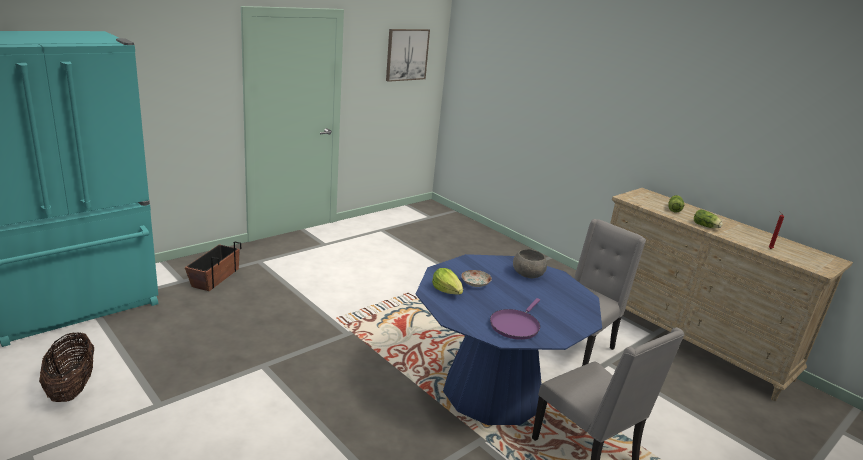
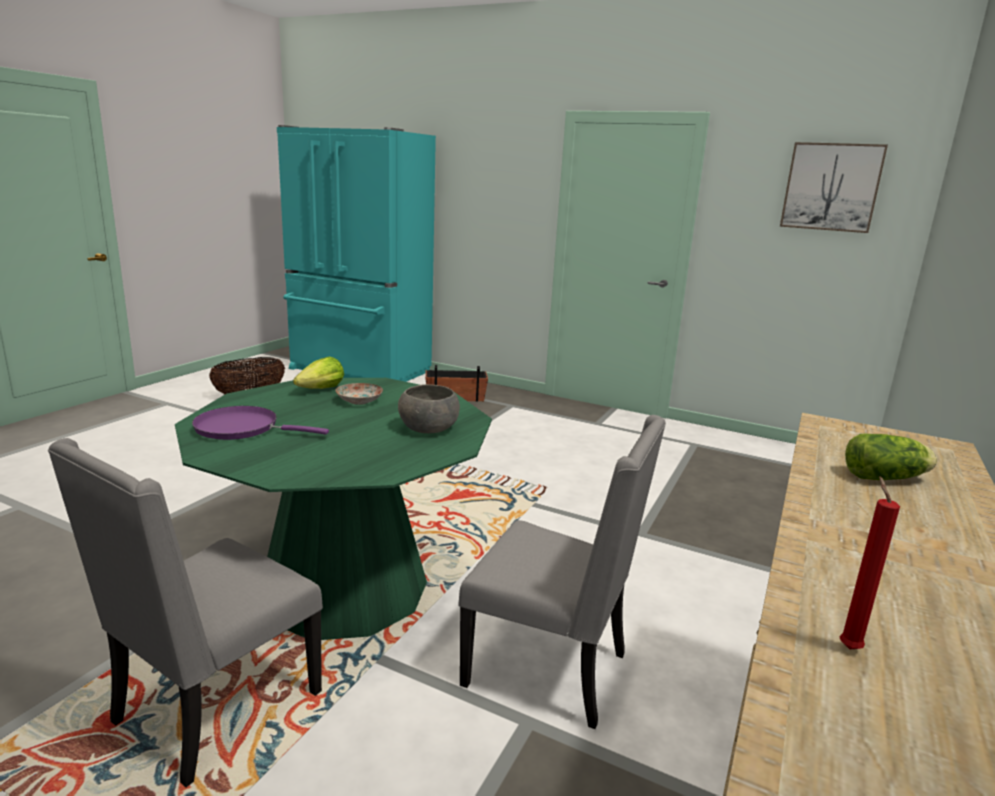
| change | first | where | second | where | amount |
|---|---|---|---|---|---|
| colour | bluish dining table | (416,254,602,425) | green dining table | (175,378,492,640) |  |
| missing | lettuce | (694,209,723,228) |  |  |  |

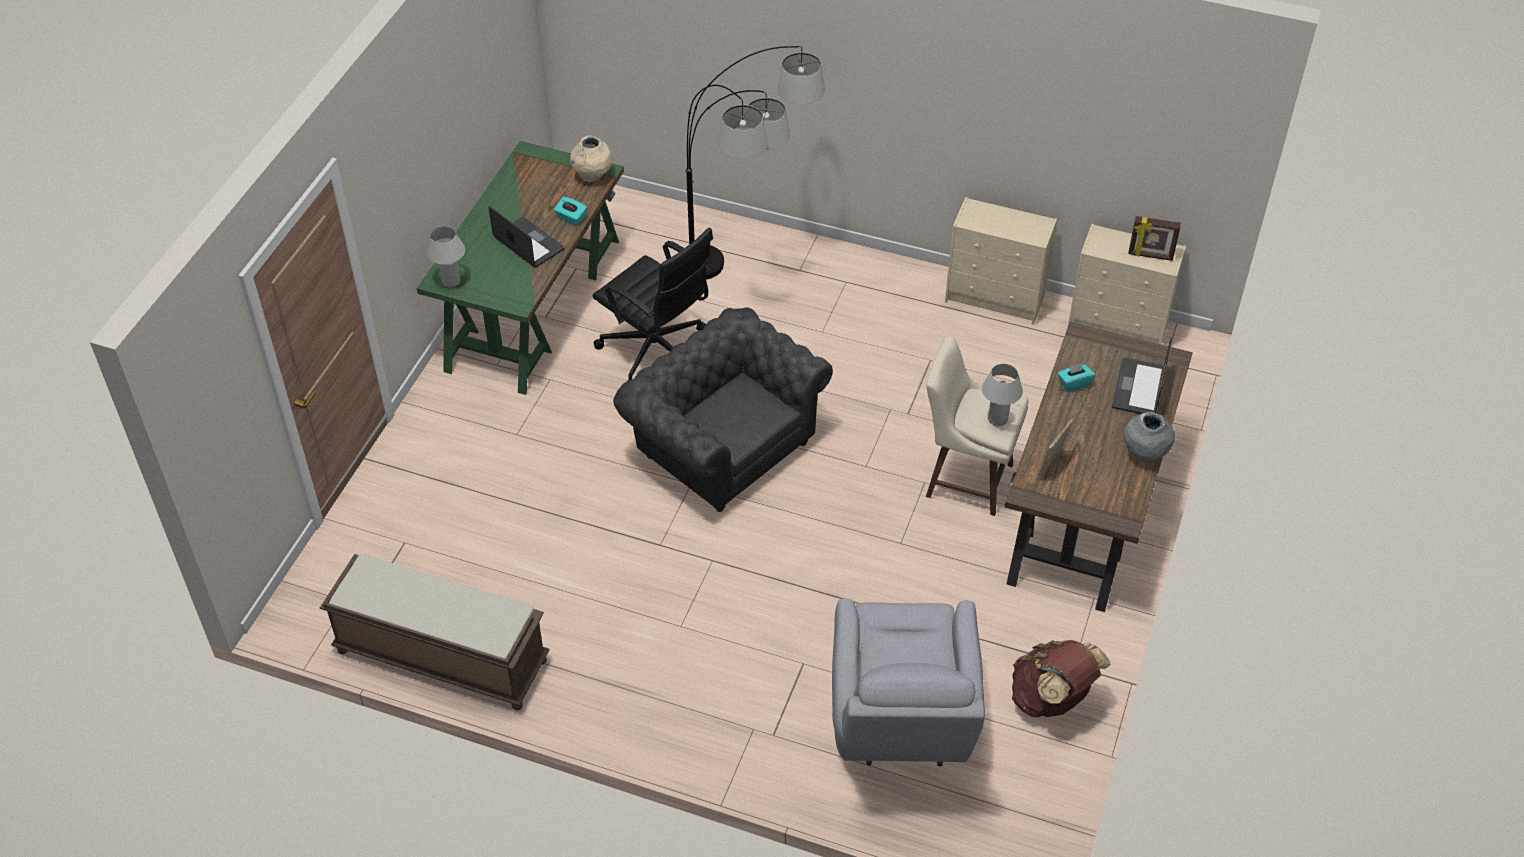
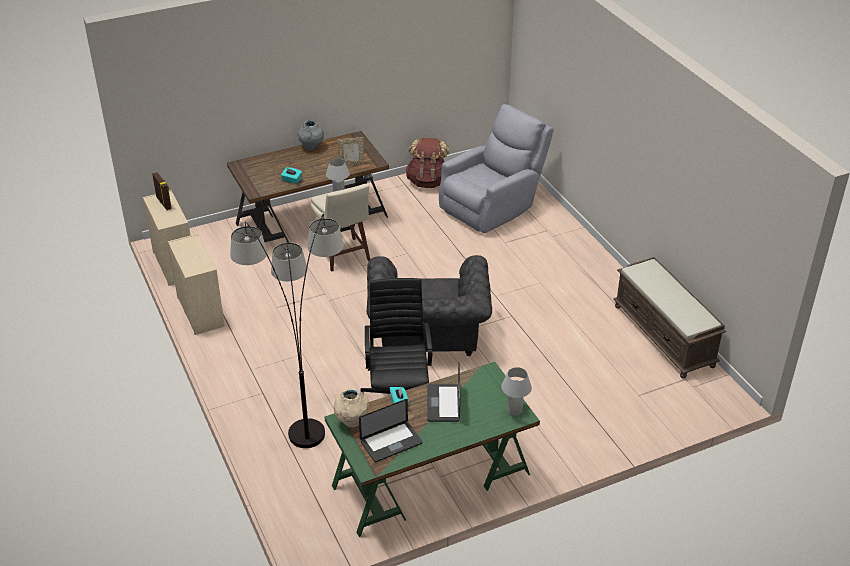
| change | first | where | second | where | amount |
|---|---|---|---|---|---|
| relocated | laptop | (1112,337,1172,414) |  | (359,399,423,462) |  |

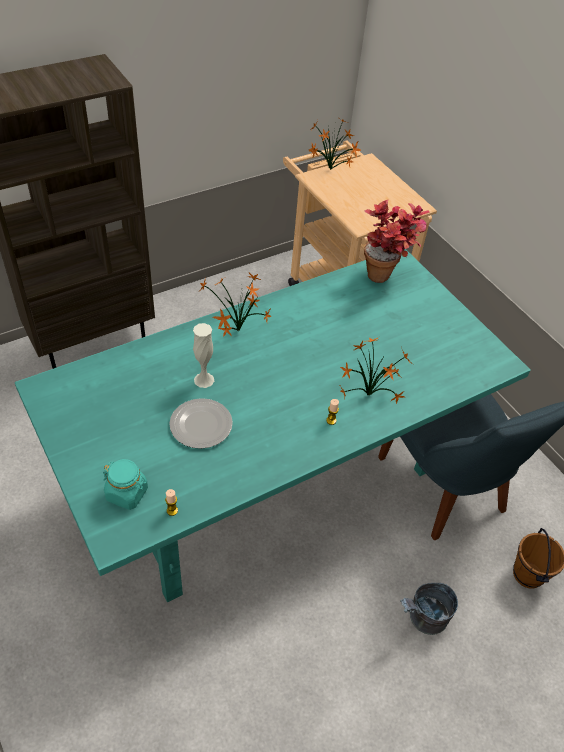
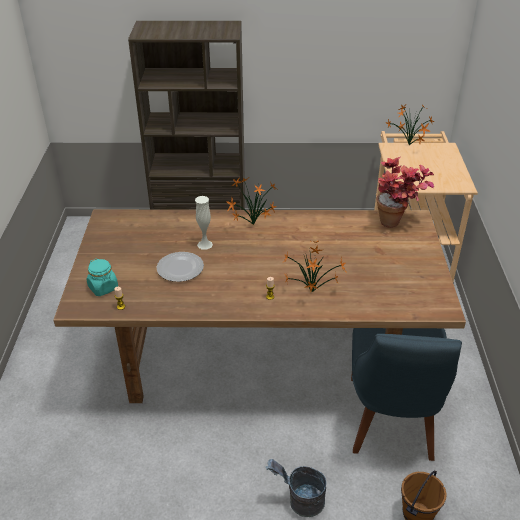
| change | first | where | second | where | amount |
|---|---|---|---|---|---|
| colour | blue-green dining table | (15,249,531,603) | brown dining table | (53,210,466,403) |  |

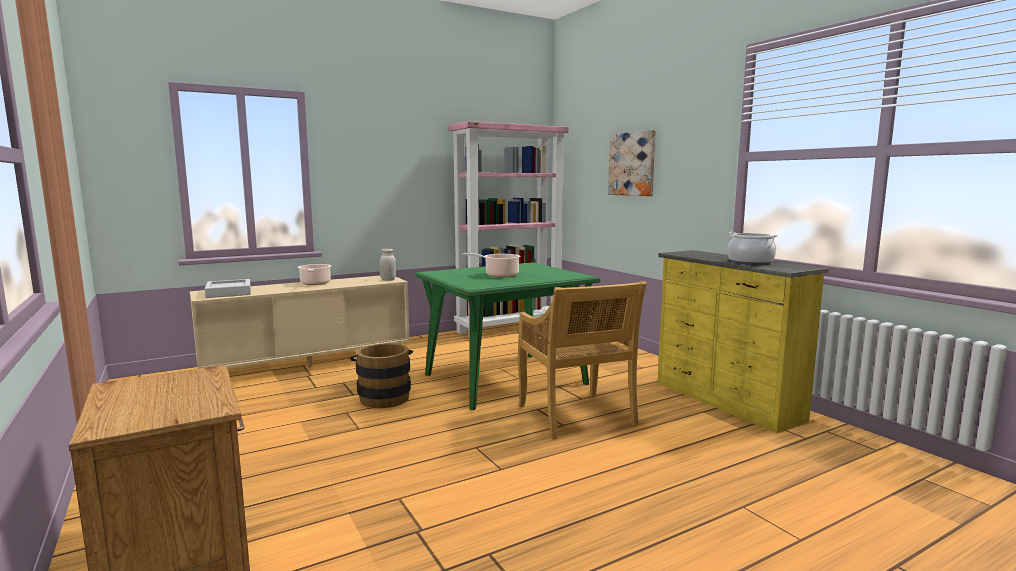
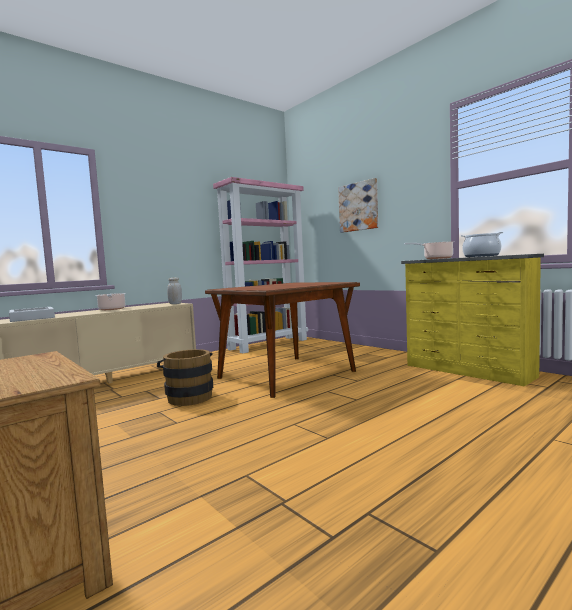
| change | first | where | second | where | amount |
|---|---|---|---|---|---|
| colour | green dining table | (415,262,600,410) | brown dining table | (205,282,360,398) |  |
| relocated | stockpot | (463,253,521,277) |  | (404,241,453,259) |  |
| missing | sand-coloured upright chair | (518,281,647,440) |  |  |  |

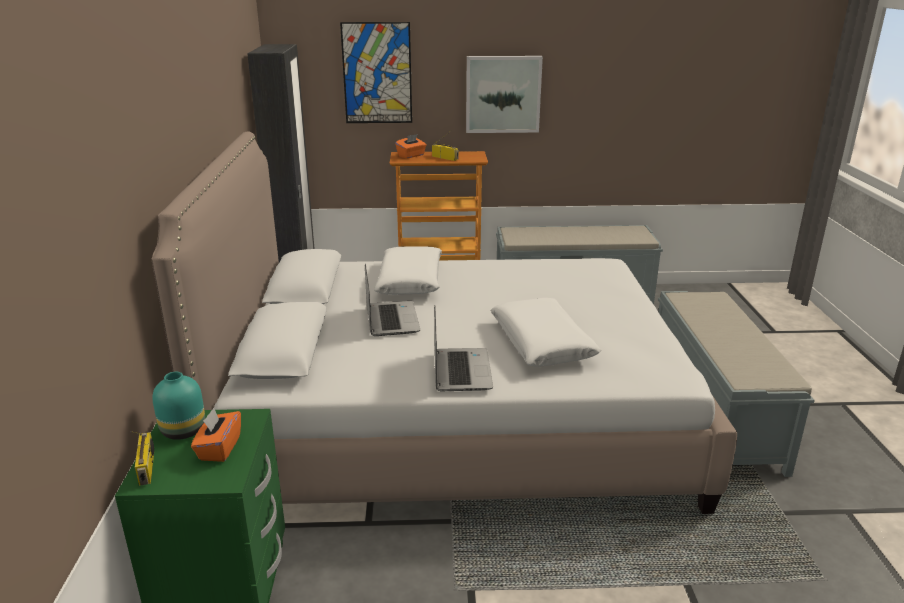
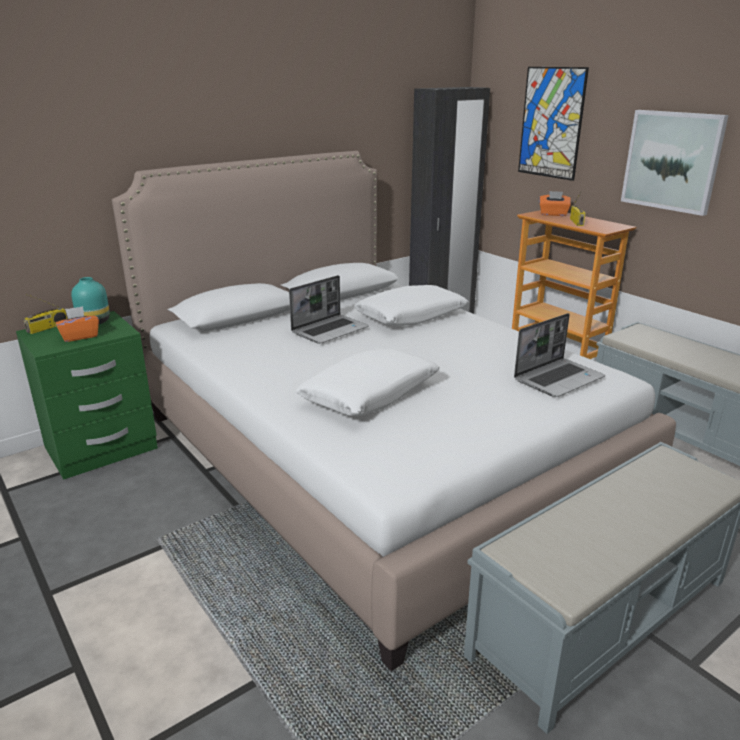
| change | first | where | second | where | amount |
|---|---|---|---|---|---|
| relocated | laptop | (434,306,493,391) |  | (514,313,605,397) |  |

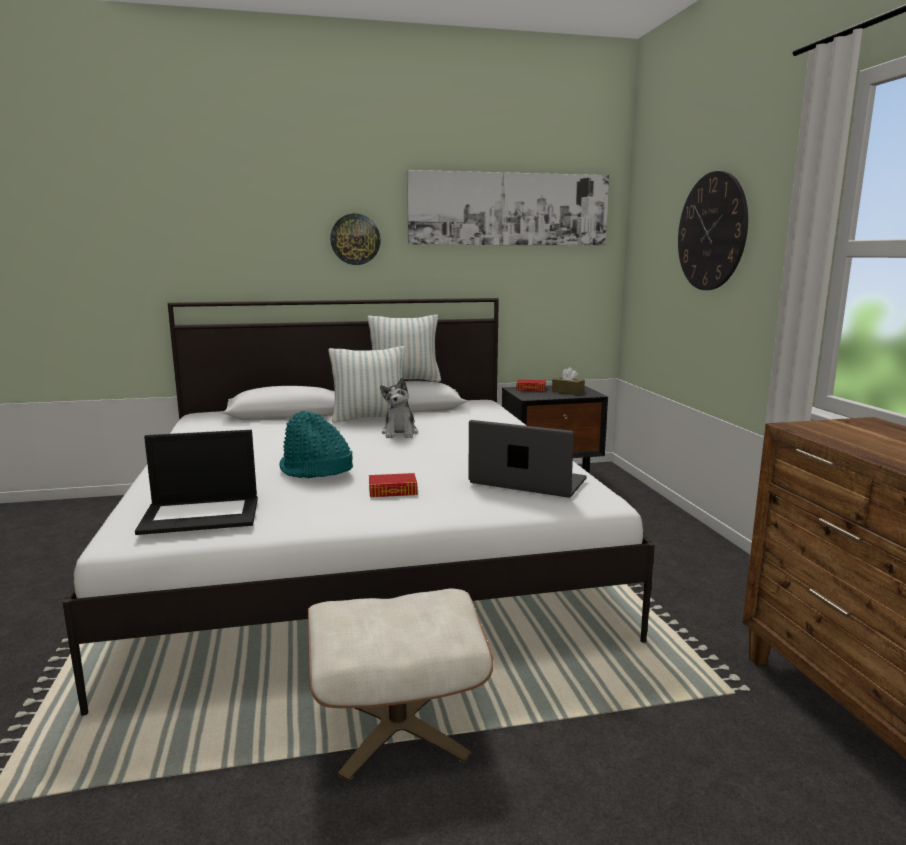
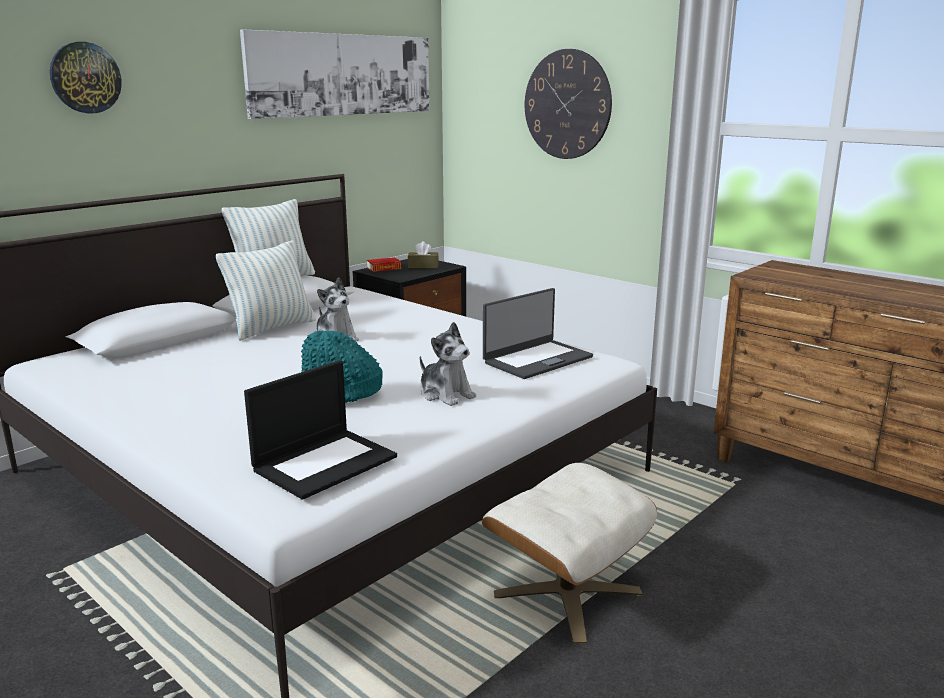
| change | first | where | second | where | amount |
|---|---|---|---|---|---|
| relocated | hanging clock | (330,214,381,265) |  | (50,42,122,114) |  |
| exchanged | volume | (369,473,417,497) | soft toy | (420,322,476,406) |  |
| spun | laptop | (468,420,587,498) |  | (483,288,593,379) | 150 degrees clockwise |

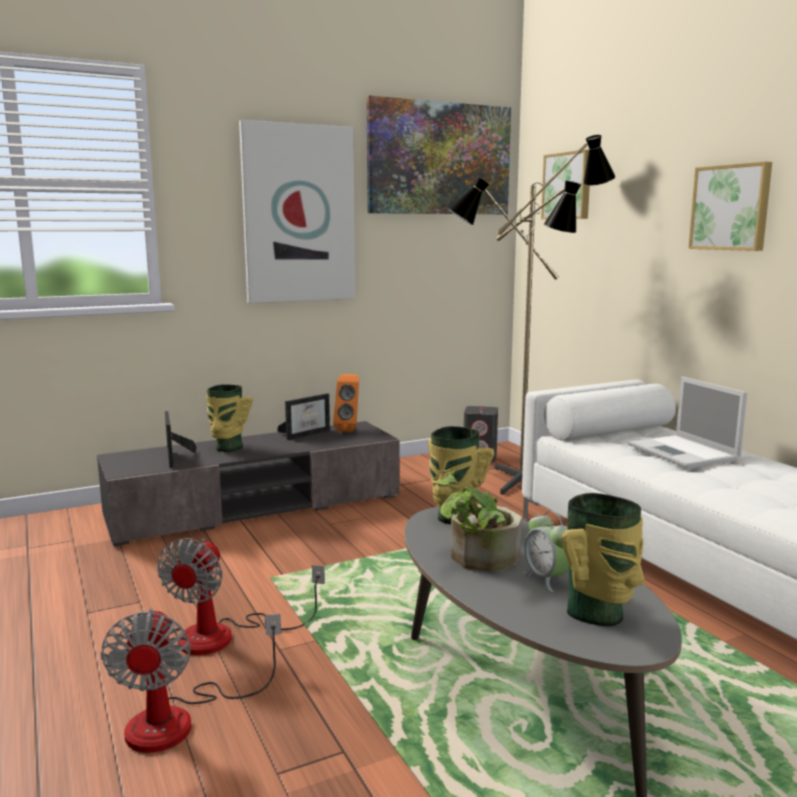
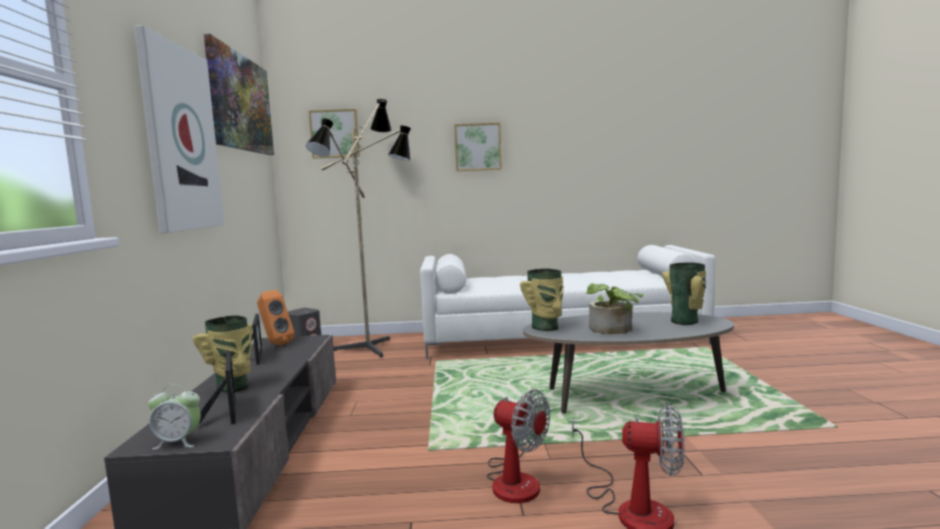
| change | first | where | second | where | amount |
|---|---|---|---|---|---|
| relocated | bedside clock | (522,511,569,592) |  | (148,384,201,449) |  |
| spun | standing frame | (165,411,197,468) |  | (199,351,236,424) | 120 degrees counterclockwise |
| missing | laptop | (628,376,747,468) |  |  |  |

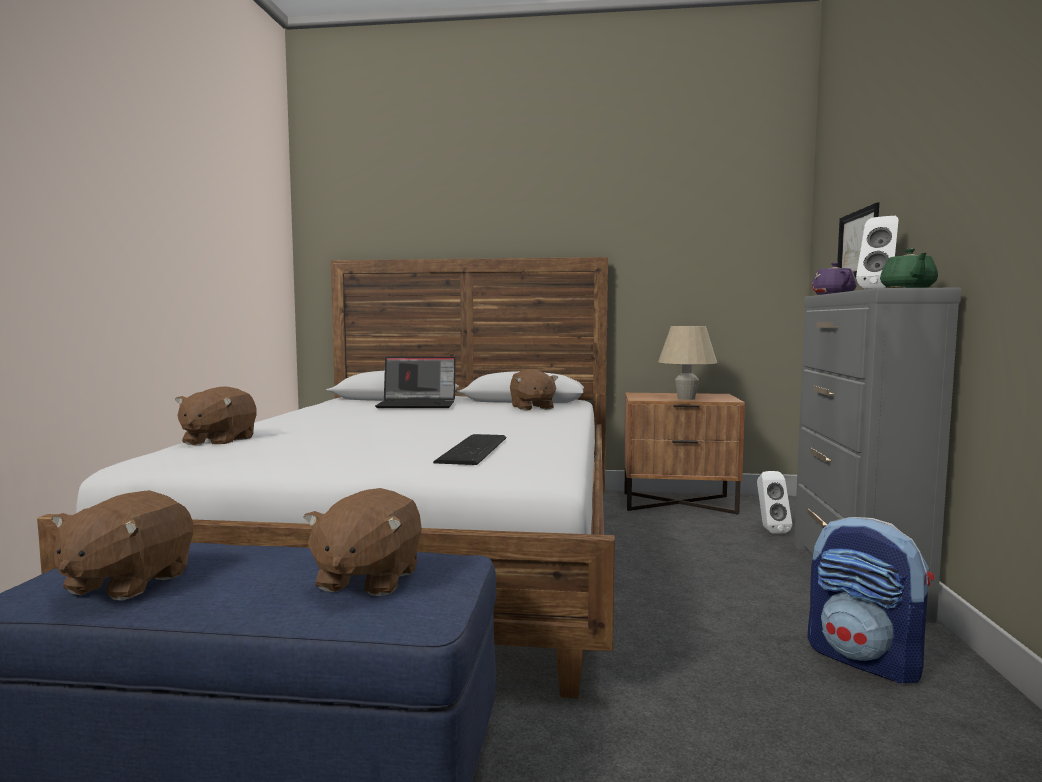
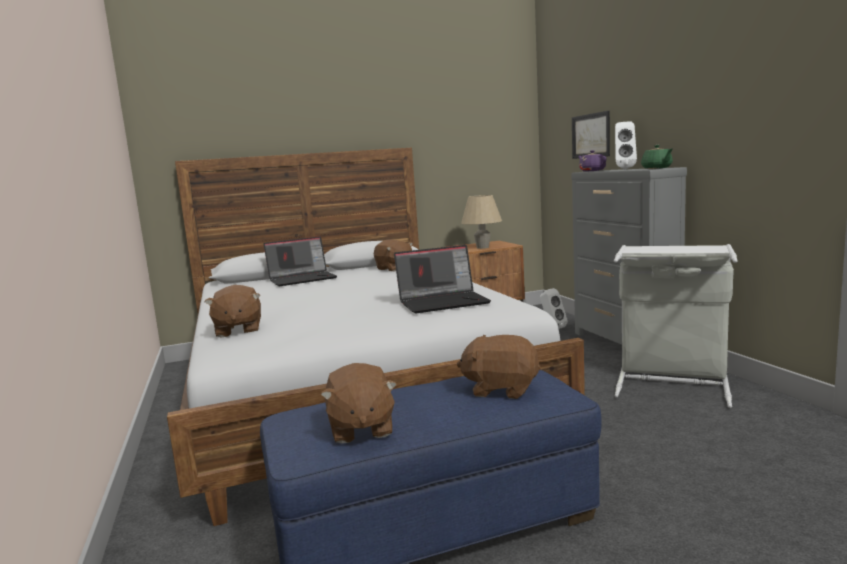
| change | first | where | second | where | amount |
|---|---|---|---|---|---|
| exchanged | keyboard | (433,434,506,465) | laptop | (394,245,491,313) |  |
| spun | brown soft toy | (303,488,422,596) |  | (457,335,541,399) | 120 degrees clockwise |
| exchanged | rucksack | (807,517,934,683) | grey laundry basket | (614,244,738,408) |  |

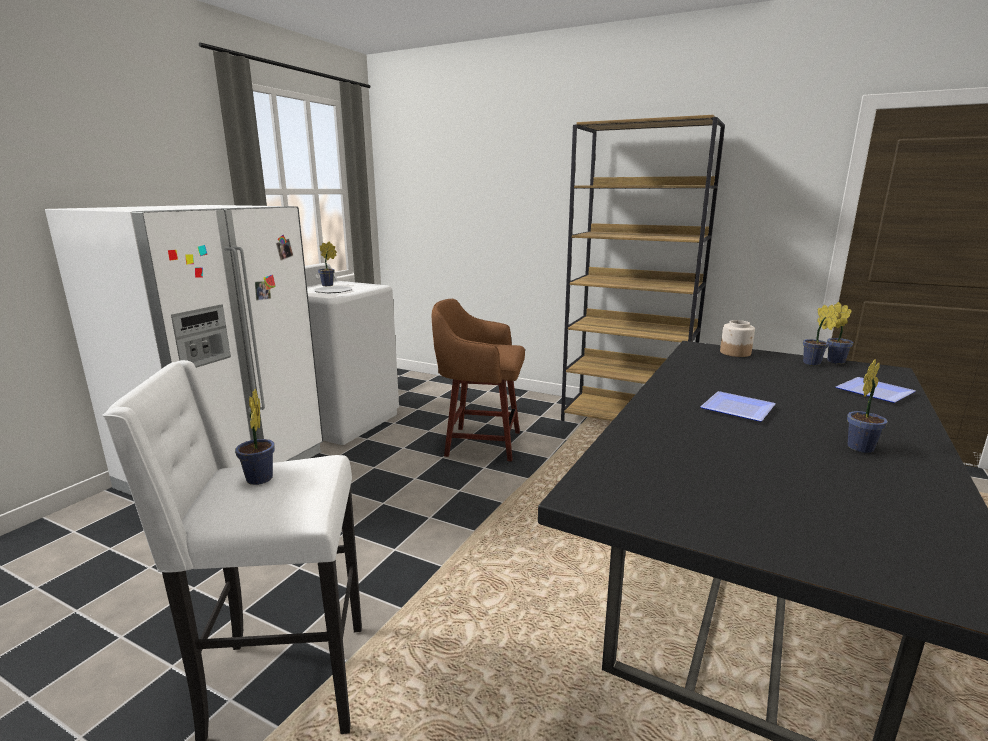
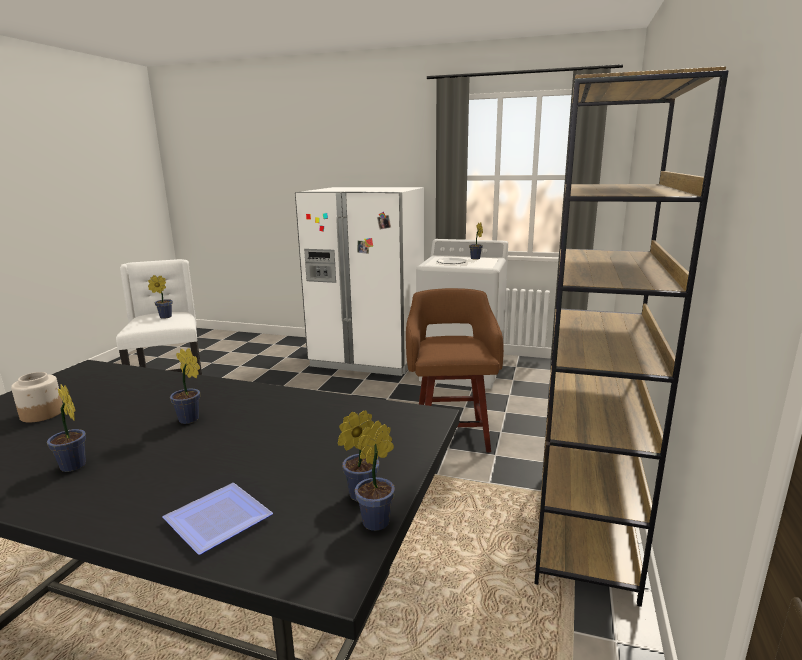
| change | first | where | second | where | amount |
|---|---|---|---|---|---|
| relocated | jar | (720,320,755,357) |  | (11,372,63,422) |  |
| exchanged | plate | (700,391,776,422) | plant in a pot | (170,348,200,424) |  |

